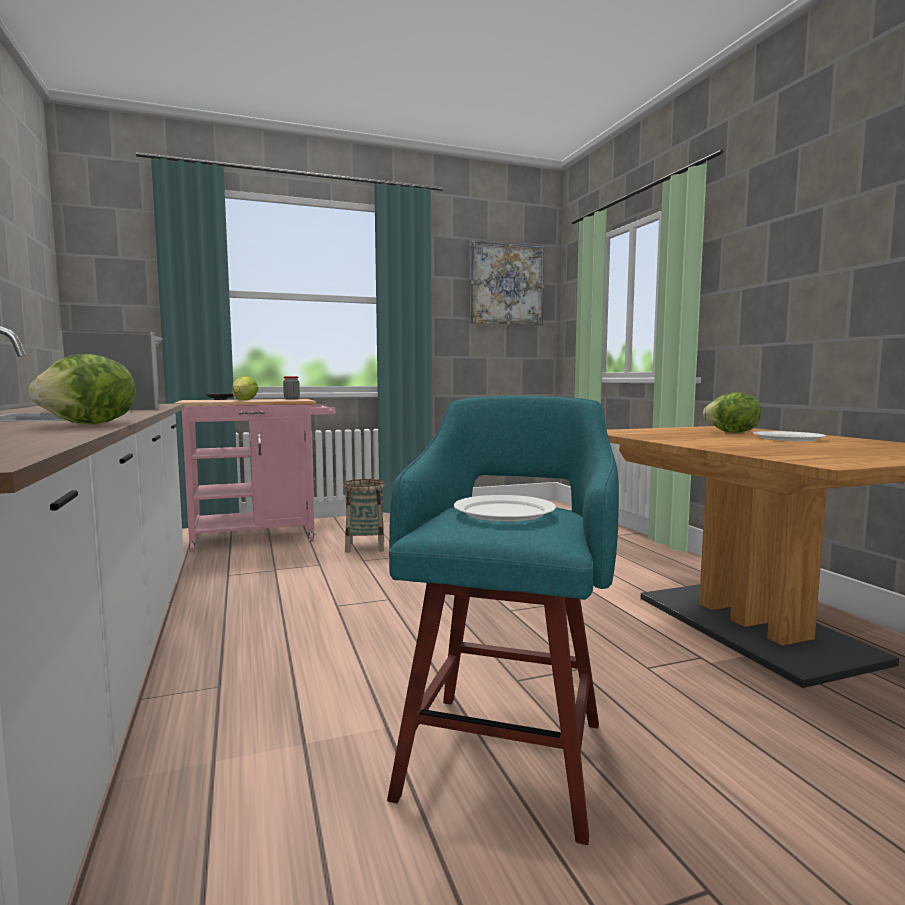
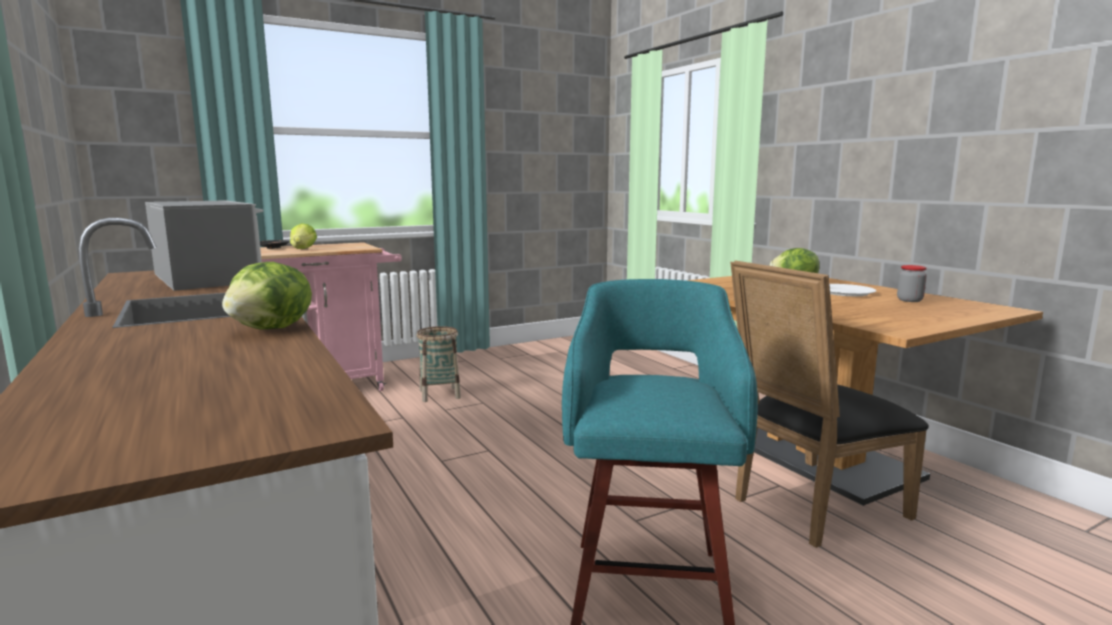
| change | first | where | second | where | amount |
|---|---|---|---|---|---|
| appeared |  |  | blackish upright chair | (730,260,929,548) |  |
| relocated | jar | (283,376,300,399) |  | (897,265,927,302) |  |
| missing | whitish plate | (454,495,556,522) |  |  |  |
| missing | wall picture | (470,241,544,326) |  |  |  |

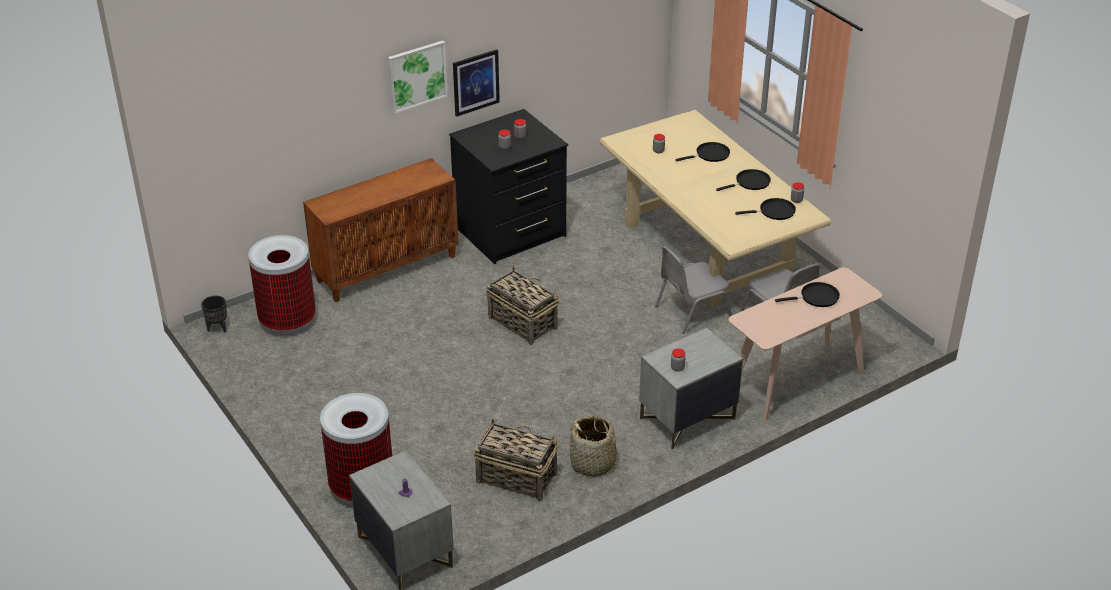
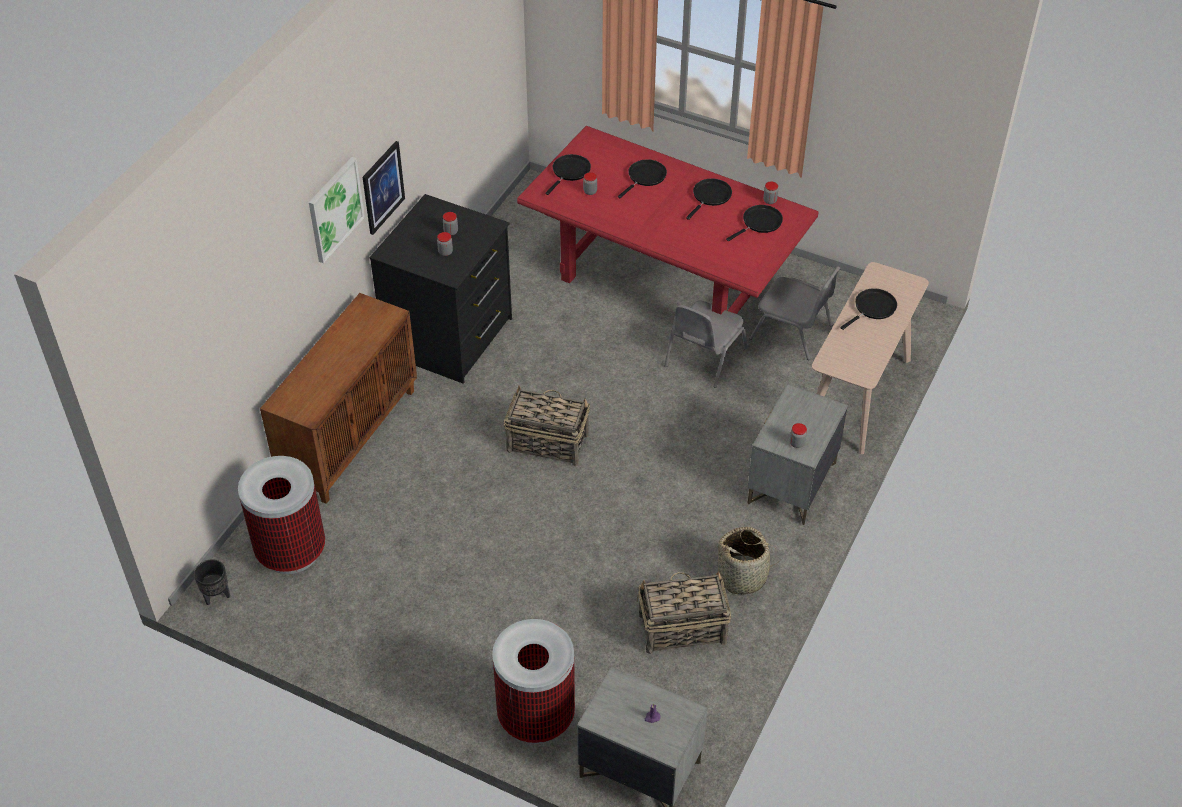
| change | first | where | second | where | amount |
|---|---|---|---|---|---|
| colour | sand-coloured dining table | (600,110,831,307) | red-coloured dining table | (517,126,818,315) |  |
| appeared |  |  | blackish skillet | (545,154,591,195) |  |

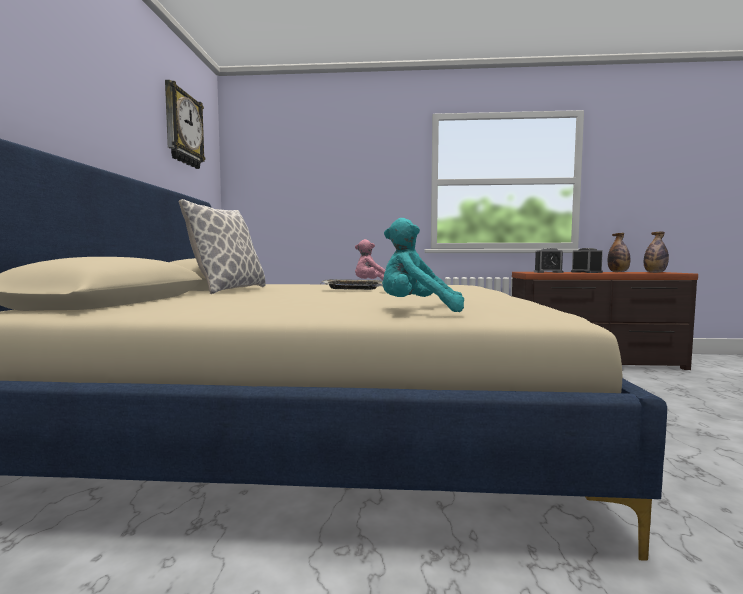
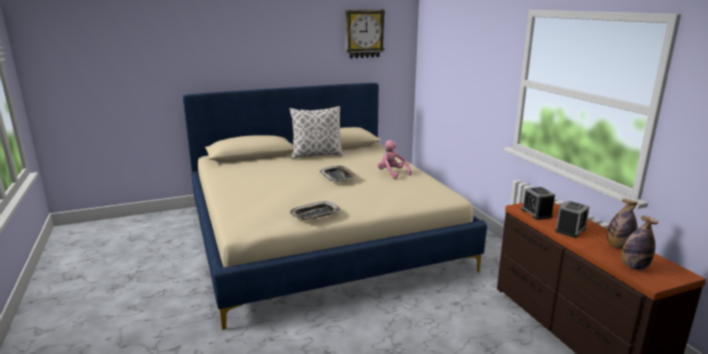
| change | first | where | second | where | amount |
|---|---|---|---|---|---|
| appeared |  |  | serving tray | (290,201,340,220) |  |
| missing | blue-green soft toy | (382,218,464,312) |  |  |  |

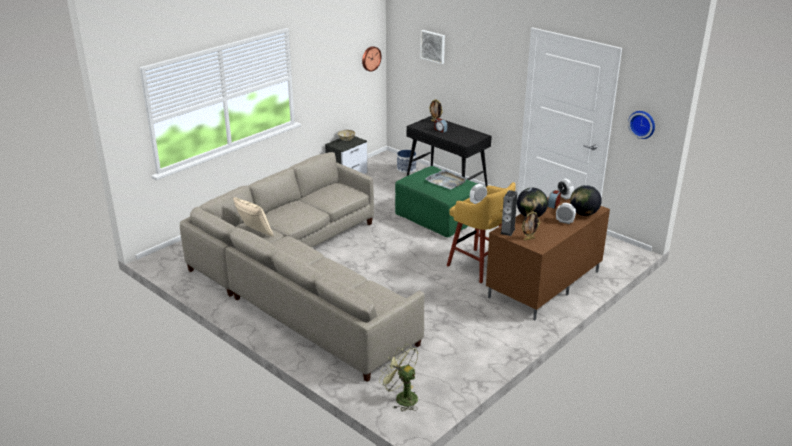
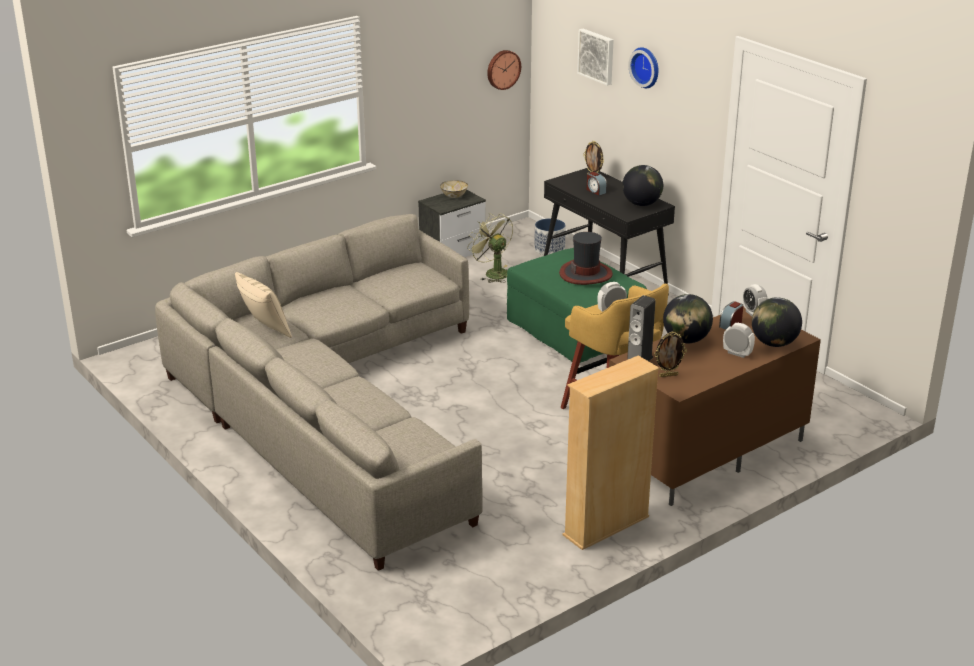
| change | first | where | second | where | amount |
|---|---|---|---|---|---|
| relocated | green cooling fan | (379,344,418,412) |  | (467,213,513,283) |  |
| exchanged | grey serving tray | (425,169,467,189) | clothing hat | (559,232,613,285) |  |
| appeared |  |  | sand-coloured bookcase | (563,355,660,550) |  |
| appeared |  |  | globe | (622,165,663,206) |  |
| relocated | hanging clock | (628,111,655,139) |  | (629,47,658,88) |  |

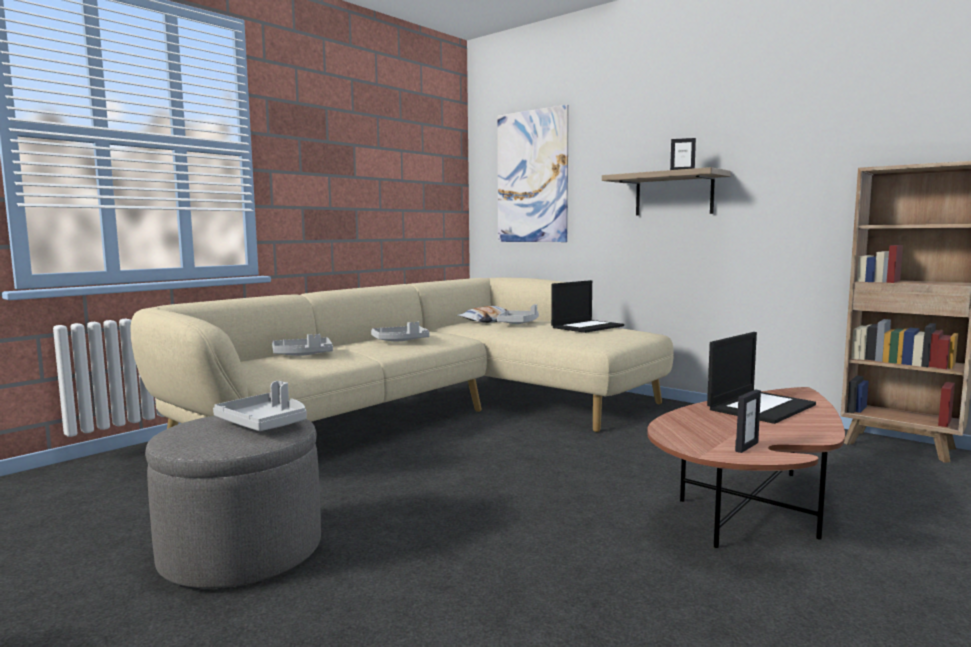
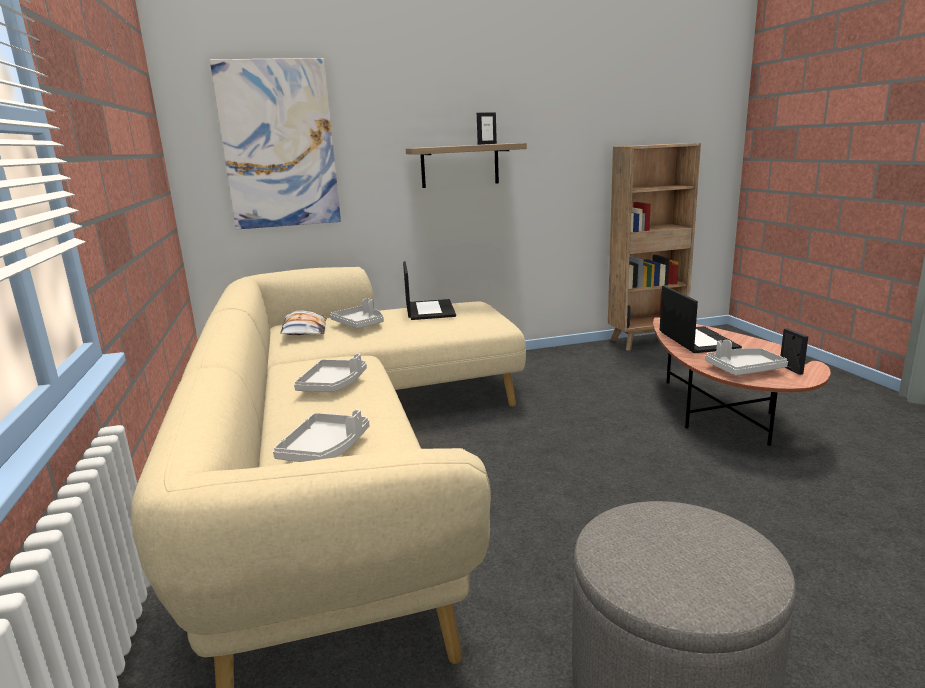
| change | first | where | second | where | amount |
|---|---|---|---|---|---|
| relocated | grey serving tray | (213,381,307,431) |  | (705,340,788,375) |  |

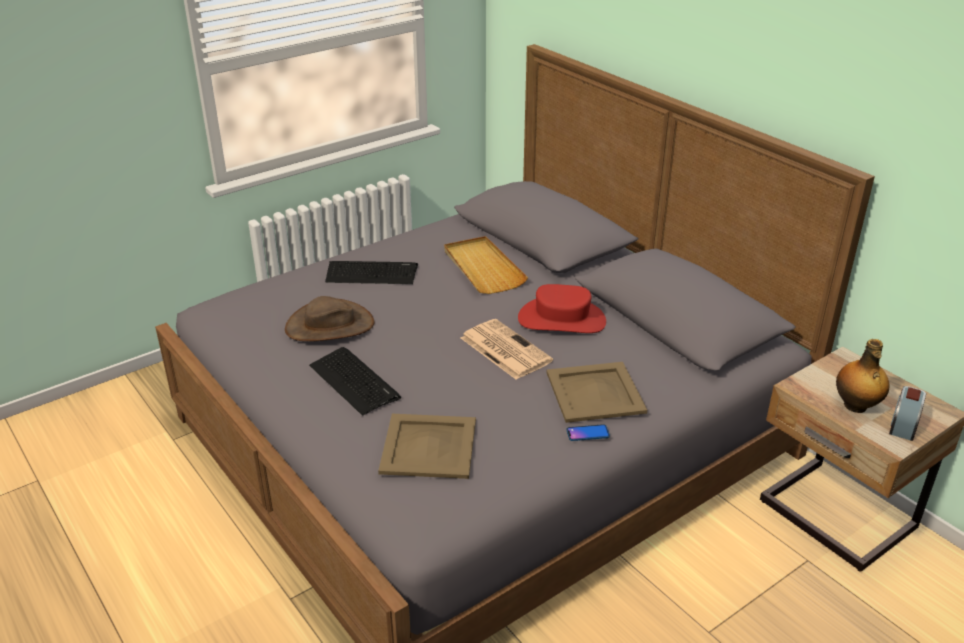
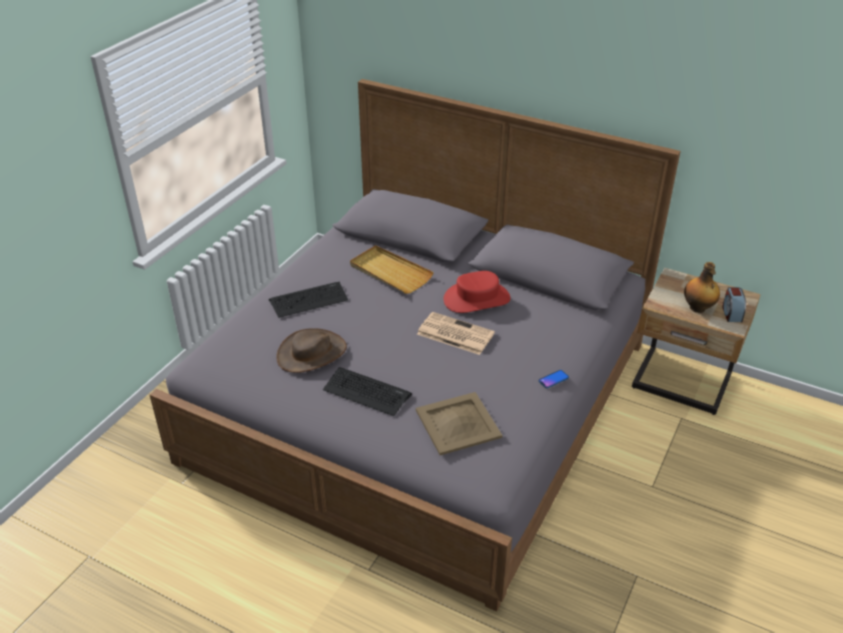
| change | first | where | second | where | amount |
|---|---|---|---|---|---|
| missing | sand-coloured serving tray | (546,362,647,423) |  |  |  |

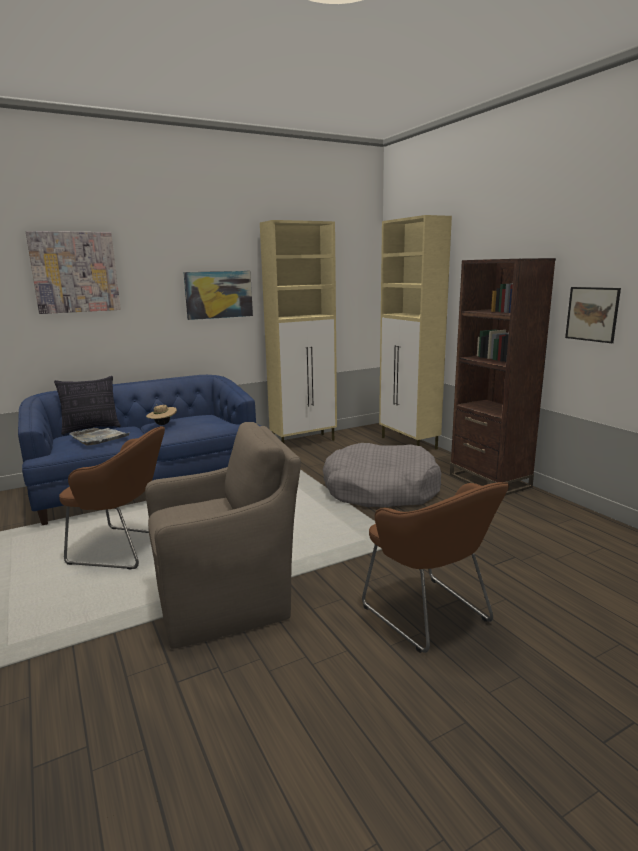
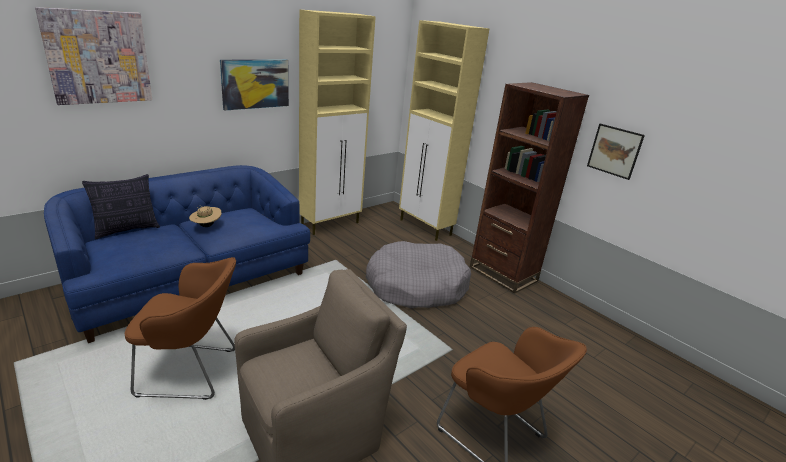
| change | first | where | second | where | amount |
|---|---|---|---|---|---|
| missing | grey serving tray | (69,428,129,446) |  |  |  |

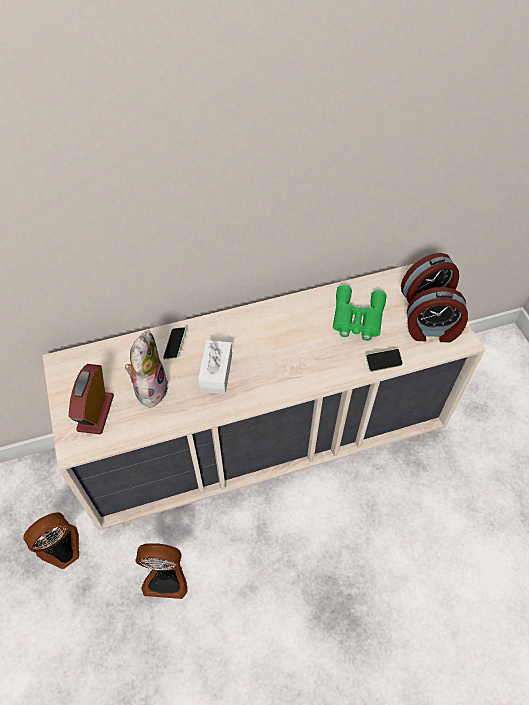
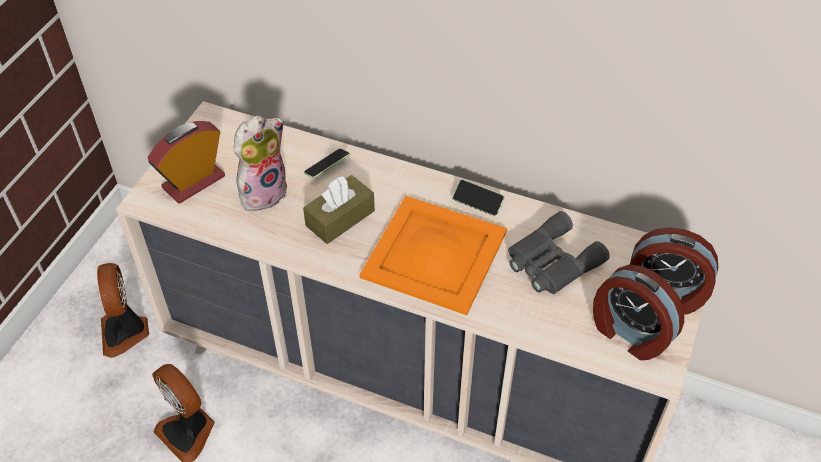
| change | first | where | second | where | amount |
|---|---|---|---|---|---|
| spun | cooling fan | (23,513,79,569) |  | (97,263,149,358) | 105 degrees counterclockwise |
| colour | whitish tissue holder | (198,340,232,394) | brown tissue holder | (303,175,375,244) |  |
| appeared |  |  | orangey serving tray | (360,196,507,315) |  |
| relocated | phone | (366,348,403,372) |  | (452,179,504,216) |  |
| colour | green binoculars | (333,285,387,341) | grey binoculars | (508,211,610,294) |  |

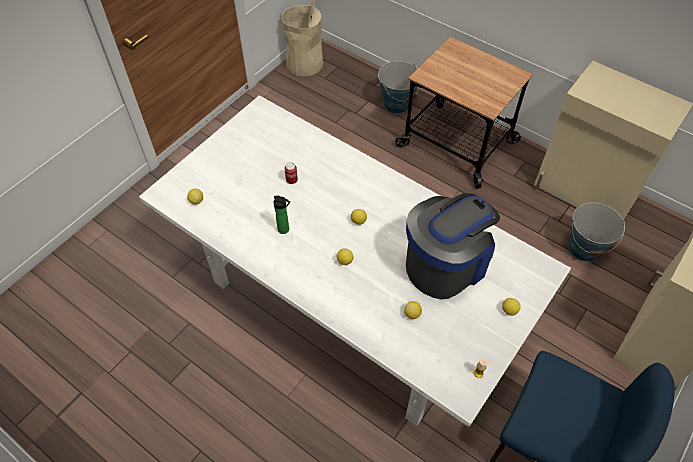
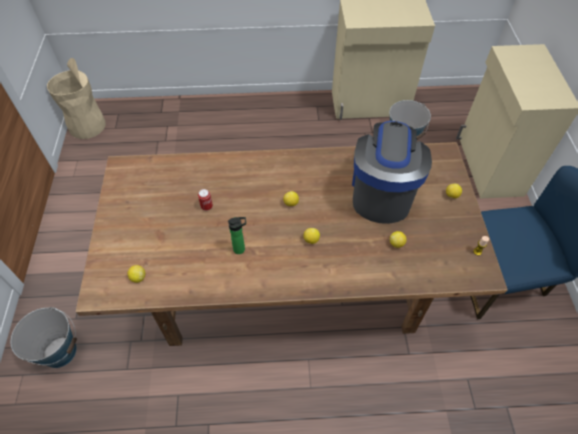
| change | first | where | second | where | amount |
|---|---|---|---|---|---|
| relocated | water bucket | (378,61,420,114) |  | (11,307,77,368) |  |
| colour | whitish dining table | (139,95,571,427) | brown dining table | (76,142,508,346) |  |
| missing | cart | (395,37,533,189) |  |  |  |

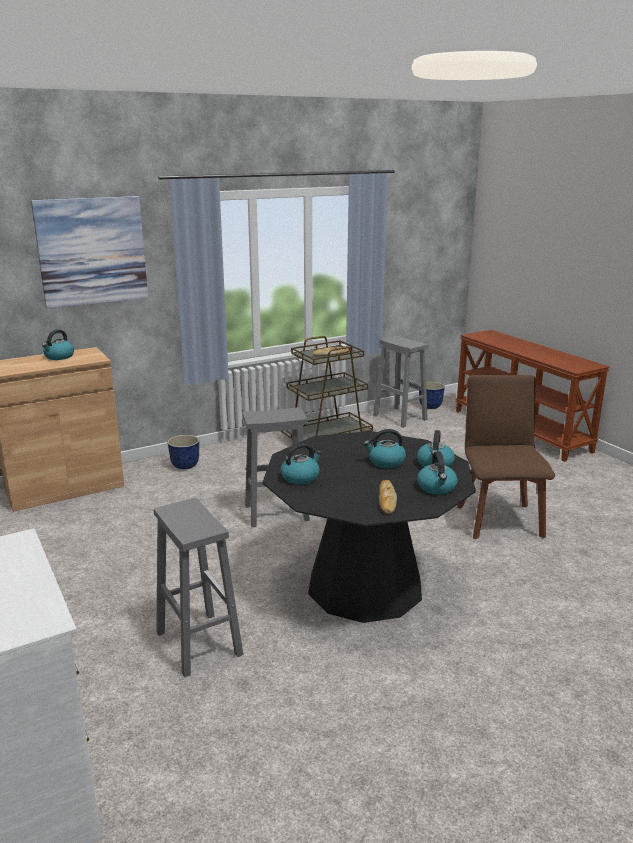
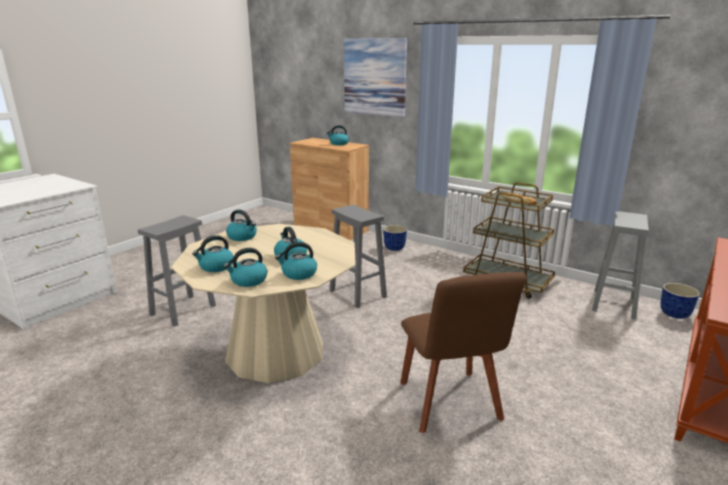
| change | first | where | second | where | amount |
|---|---|---|---|---|---|
| colour | blackish dining table | (262,431,476,623) | sand-coloured dining table | (171,224,356,383) |  |
| exchanged | bread | (379,480,397,514) | kettle | (192,235,234,272) |  |
| spun | brown upright chair | (457,375,555,539) |  | (400,272,526,433) | 105 degrees clockwise |

